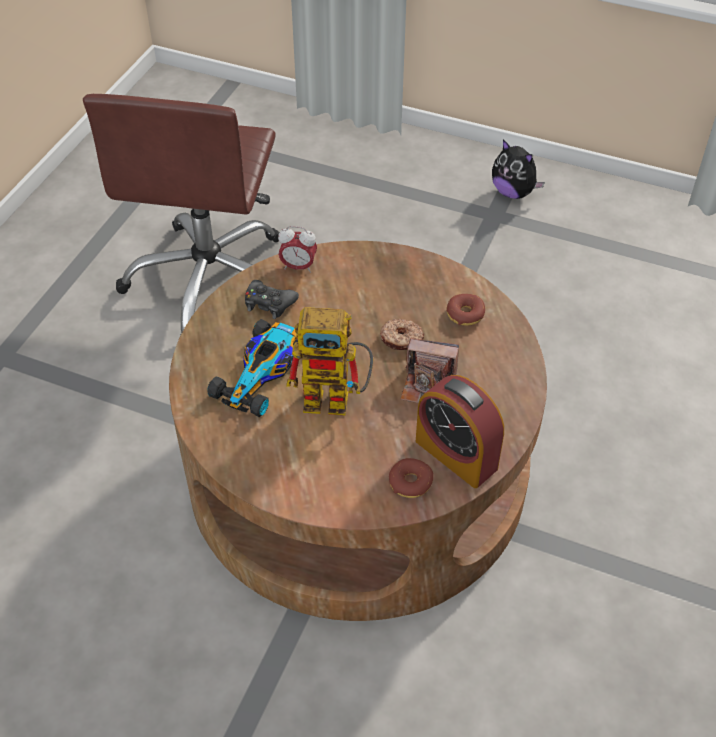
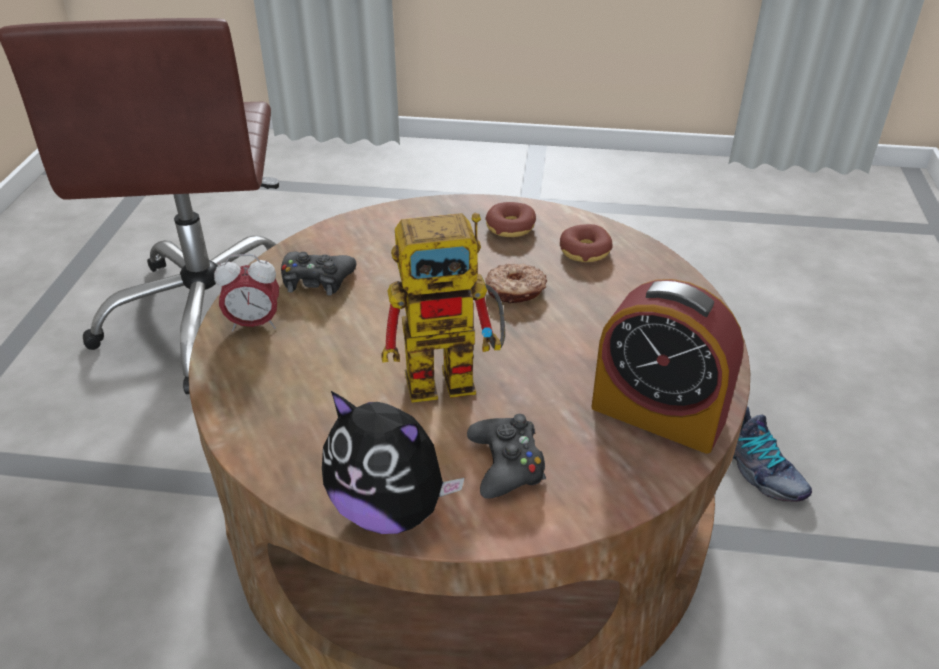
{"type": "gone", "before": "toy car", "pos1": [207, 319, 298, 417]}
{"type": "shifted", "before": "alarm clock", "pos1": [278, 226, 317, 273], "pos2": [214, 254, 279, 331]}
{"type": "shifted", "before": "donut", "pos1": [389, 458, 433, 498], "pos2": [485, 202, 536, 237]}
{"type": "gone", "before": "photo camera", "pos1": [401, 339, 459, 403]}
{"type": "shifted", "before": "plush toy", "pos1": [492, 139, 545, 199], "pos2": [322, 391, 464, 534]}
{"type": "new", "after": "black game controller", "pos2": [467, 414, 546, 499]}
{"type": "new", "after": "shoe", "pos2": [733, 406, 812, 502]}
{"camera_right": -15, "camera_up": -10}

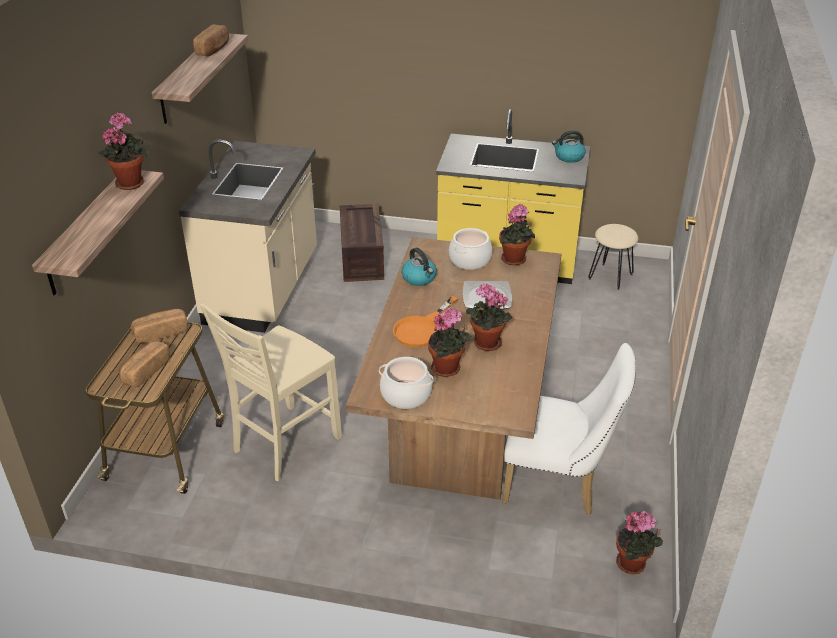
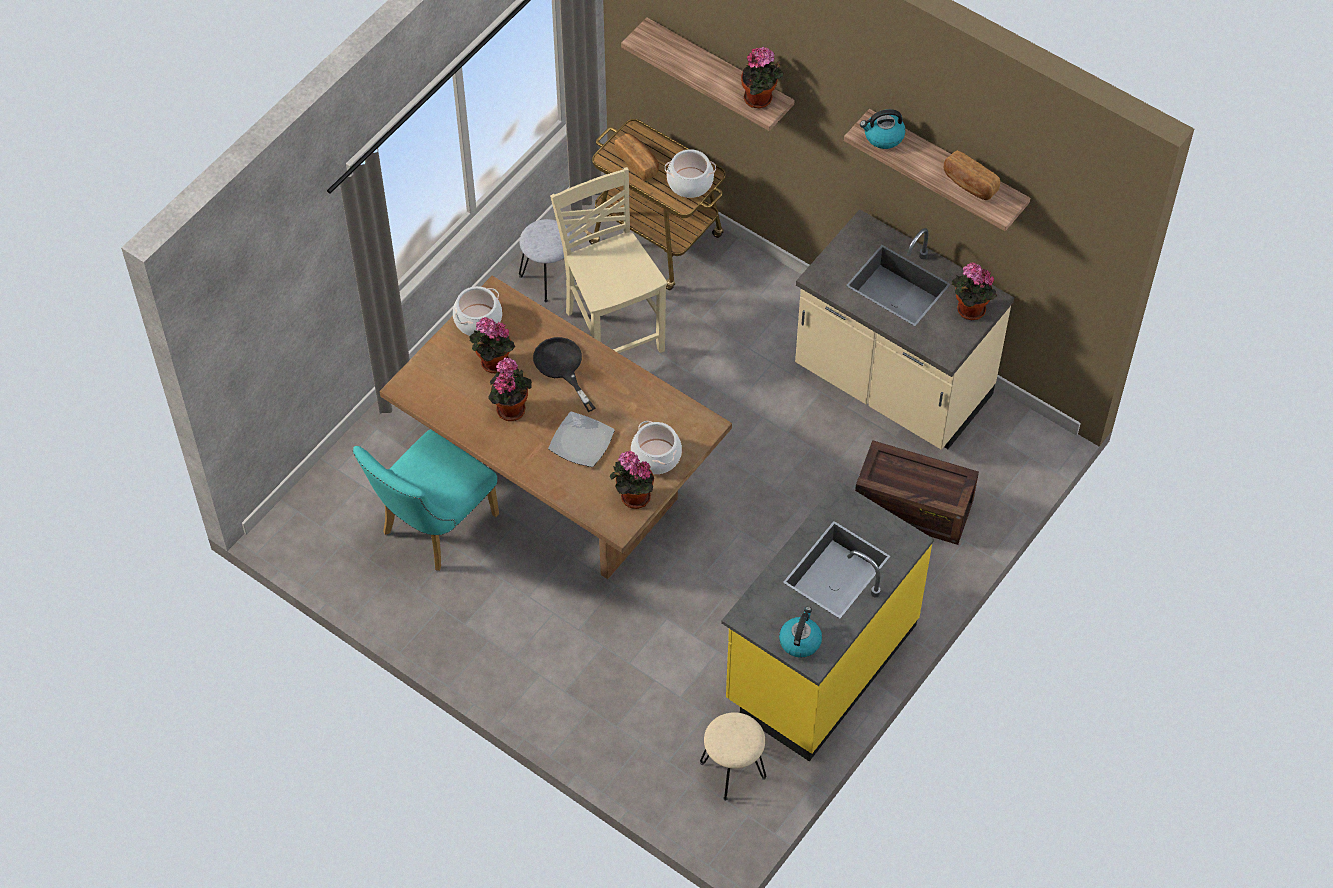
{"type": "swapped", "before": "bread", "after": "cooking pot", "pos1": [131, 309, 188, 343], "pos2": [665, 149, 716, 198]}
{"type": "repainted", "before": "orange frying pan", "after": "black frying pan", "pos1": [393, 296, 458, 347], "pos2": [533, 337, 595, 412]}
{"type": "shifted", "before": "kettle", "pos1": [401, 248, 437, 286], "pos2": [860, 109, 905, 149]}
{"type": "repainted", "before": "white chair", "after": "turquoise chair", "pos1": [502, 343, 636, 515], "pos2": [353, 429, 499, 571]}
{"type": "shifted", "before": "potted plant", "pos1": [616, 511, 663, 574], "pos2": [952, 263, 997, 320]}
{"type": "new", "after": "grey stool", "pos2": [519, 219, 576, 302]}
{"camera_right": 115, "camera_up": 20}

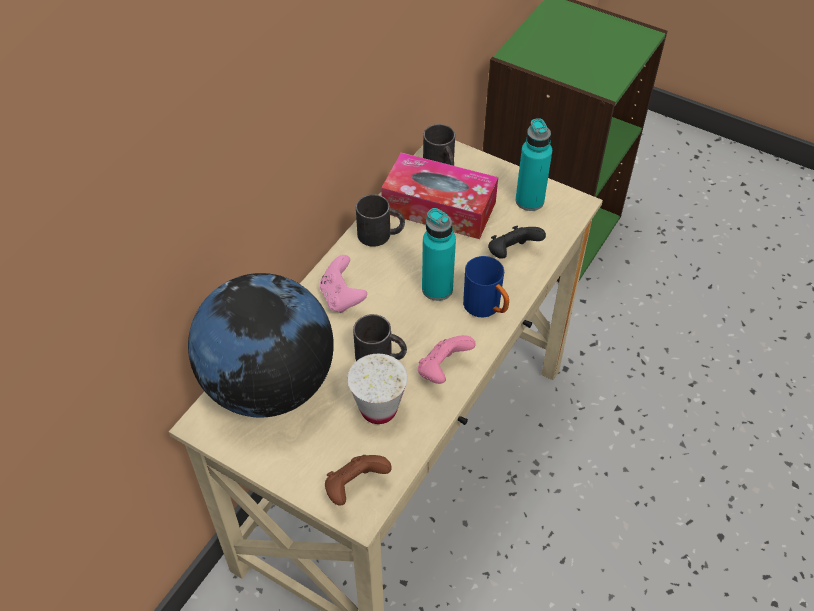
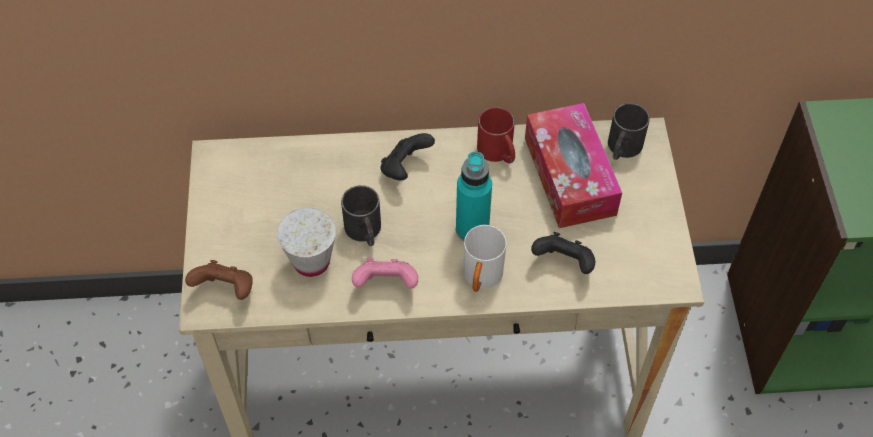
{"type": "gone", "before": "globe", "pos1": [188, 273, 334, 417]}
{"type": "repainted", "before": "pink game controller", "after": "black game controller", "pos1": [320, 255, 367, 313], "pos2": [381, 133, 435, 181]}
{"type": "repainted", "before": "black mug", "after": "red mug", "pos1": [356, 194, 405, 247], "pos2": [477, 107, 515, 163]}
{"type": "repainted", "before": "blue mug", "after": "white mug", "pos1": [463, 256, 509, 318], "pos2": [463, 225, 507, 292]}
{"type": "gone", "before": "turquoise bottle", "pos1": [515, 118, 552, 211]}
{"camera_right": 55, "camera_up": 5}

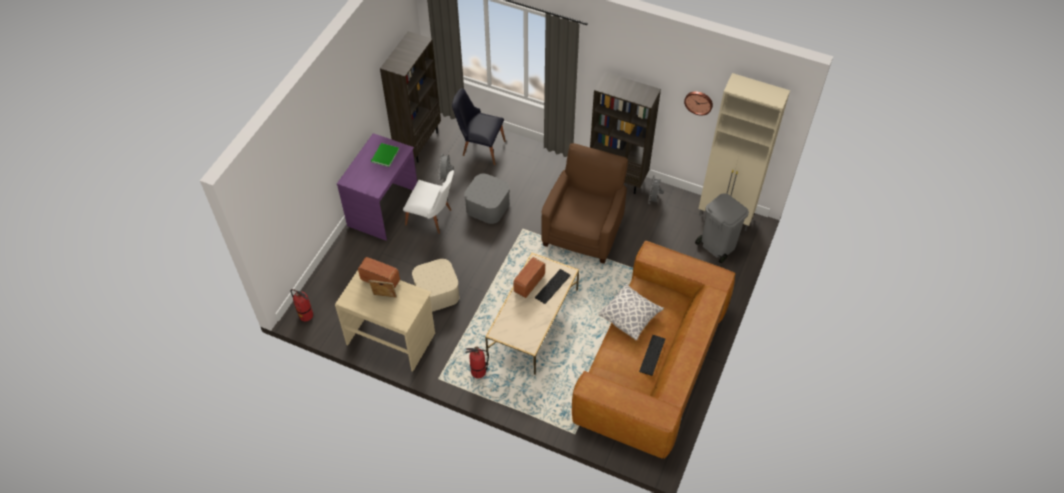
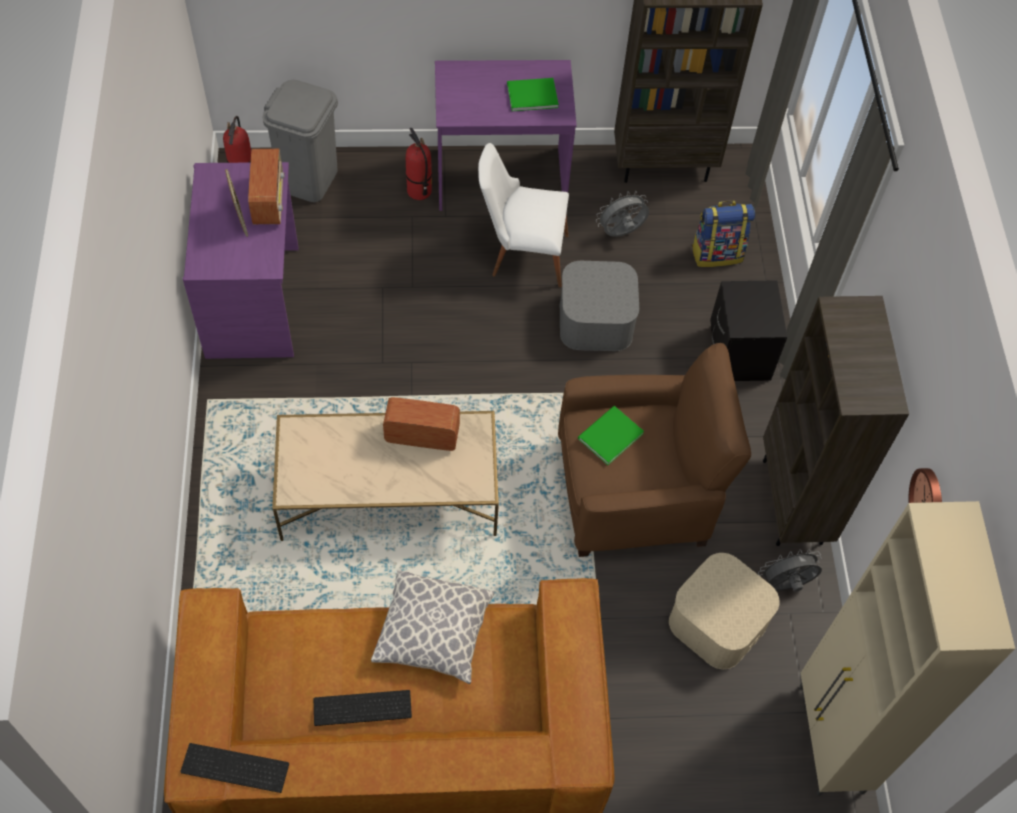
{"type": "repainted", "before": "beige desk", "after": "purple desk", "pos1": [335, 270, 435, 372], "pos2": [183, 162, 299, 359]}
{"type": "rotated", "before": "white chair", "pos1": [403, 170, 454, 234], "pos2": [478, 143, 569, 287], "turn": 105}
{"type": "shifted", "before": "beige storage box", "pos1": [412, 259, 459, 312], "pos2": [669, 553, 780, 669]}
{"type": "swapped", "before": "black chair", "after": "backpack", "pos1": [452, 88, 506, 165], "pos2": [692, 200, 755, 267]}
{"type": "shifted", "before": "fire extinguisher", "pos1": [466, 346, 489, 378], "pos2": [406, 128, 432, 200]}
{"type": "shifted", "before": "keyboard", "pos1": [535, 269, 571, 304], "pos2": [180, 743, 289, 793]}
{"type": "shifted", "before": "grey trash can", "pos1": [695, 193, 749, 263], "pos2": [262, 80, 338, 202]}
{"type": "new", "after": "green book", "pos2": [578, 406, 644, 465]}
{"type": "new", "after": "black nightstand", "pos2": [710, 280, 787, 381]}
{"camera_right": 60, "camera_up": 5}

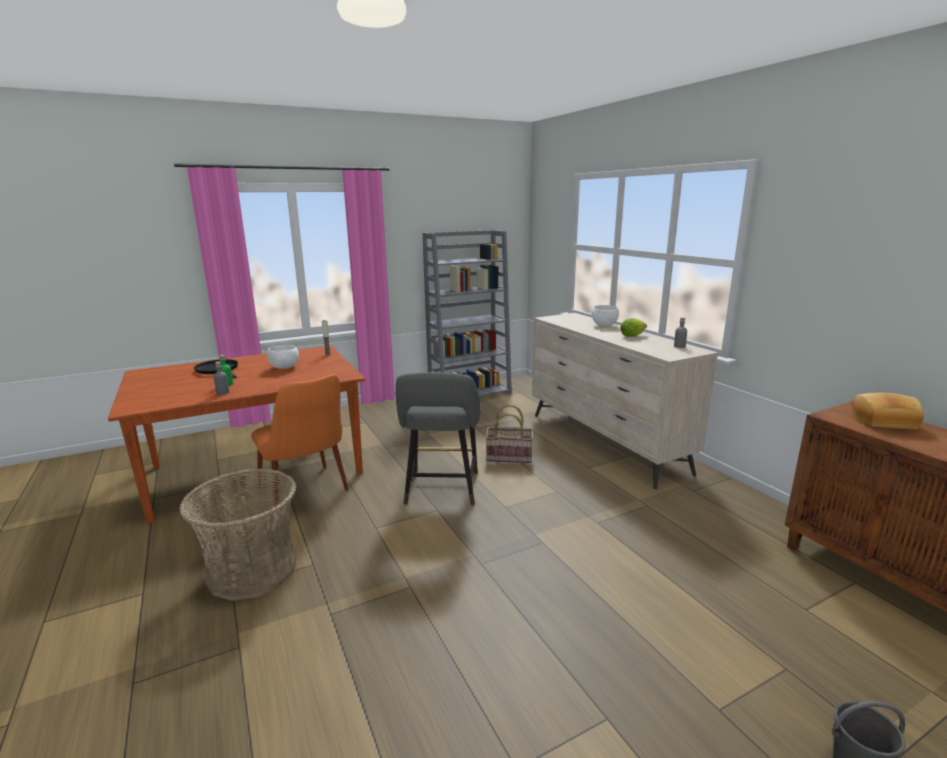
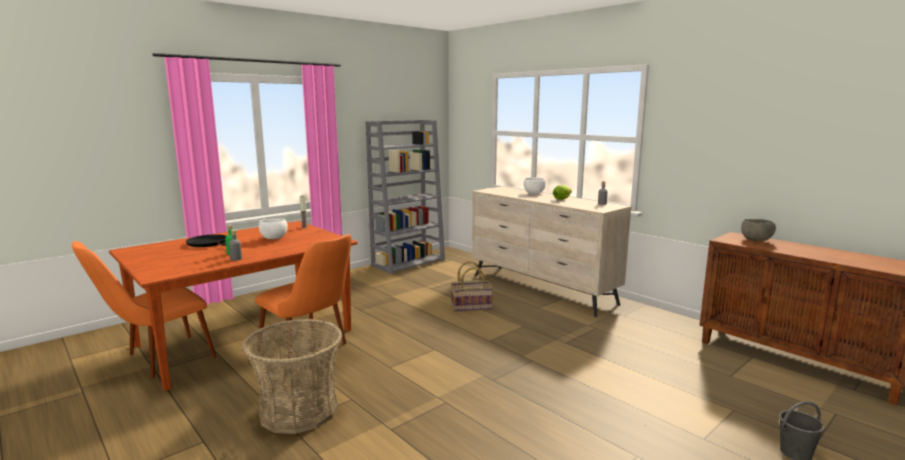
{"type": "gone", "before": "grey stool", "pos1": [395, 372, 481, 506]}
{"type": "swapped", "before": "bread", "after": "grey bowl", "pos1": [852, 393, 924, 430], "pos2": [741, 219, 776, 241]}
{"type": "new", "after": "orange chair", "pos2": [72, 241, 216, 379]}
{"camera_right": -15, "camera_up": -5}

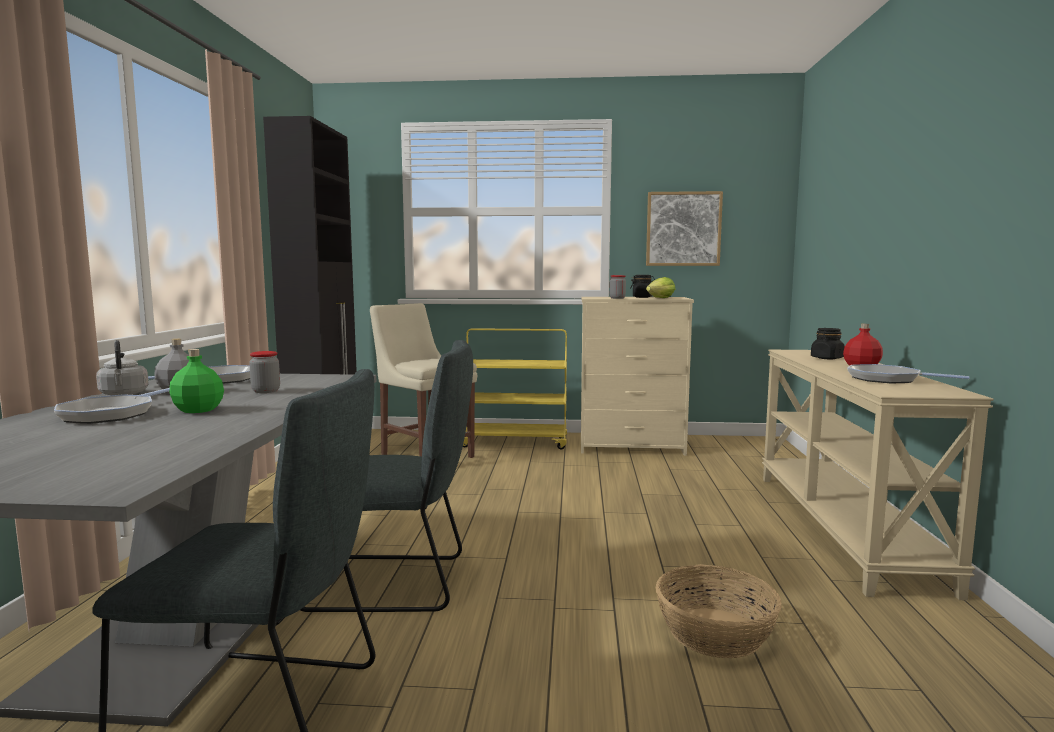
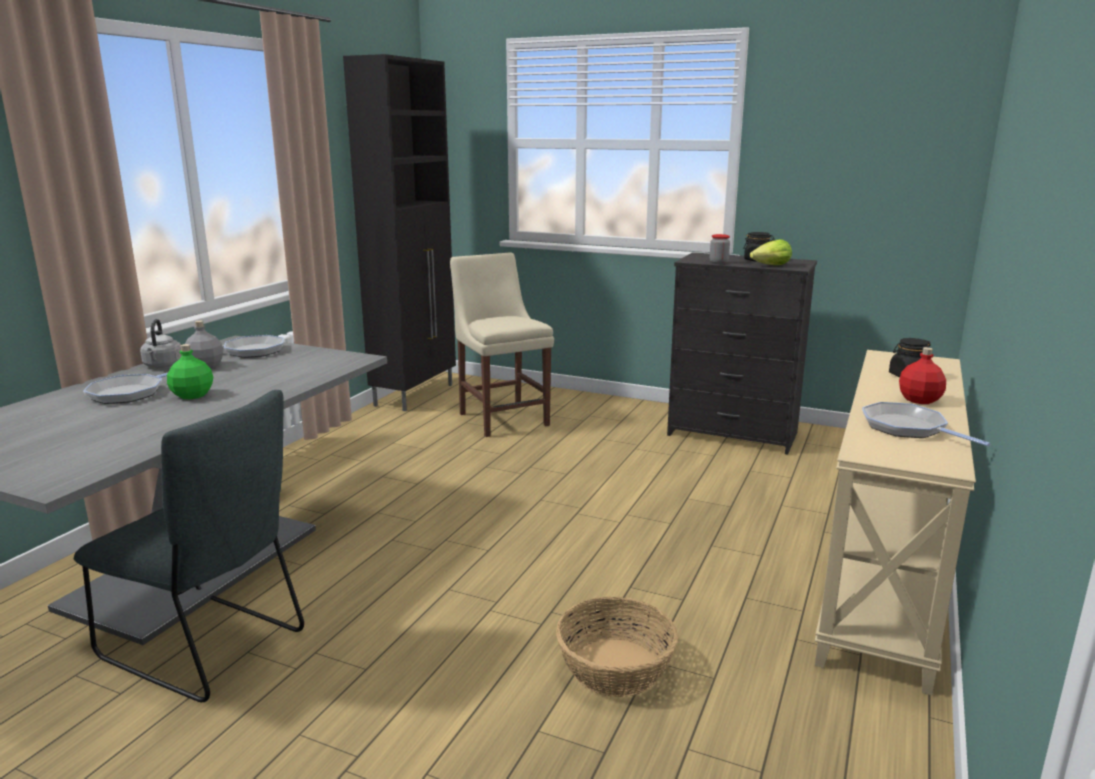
{"type": "gone", "before": "jar", "pos1": [249, 351, 280, 393]}
{"type": "gone", "before": "grey chair", "pos1": [300, 340, 473, 612]}
{"type": "gone", "before": "yellow cart", "pos1": [463, 328, 567, 449]}
{"type": "repainted", "before": "beige dresser", "after": "black dresser", "pos1": [581, 297, 694, 456], "pos2": [667, 252, 817, 455]}
{"type": "gone", "before": "picture", "pos1": [646, 191, 723, 266]}
{"camera_right": 20, "camera_up": 10}

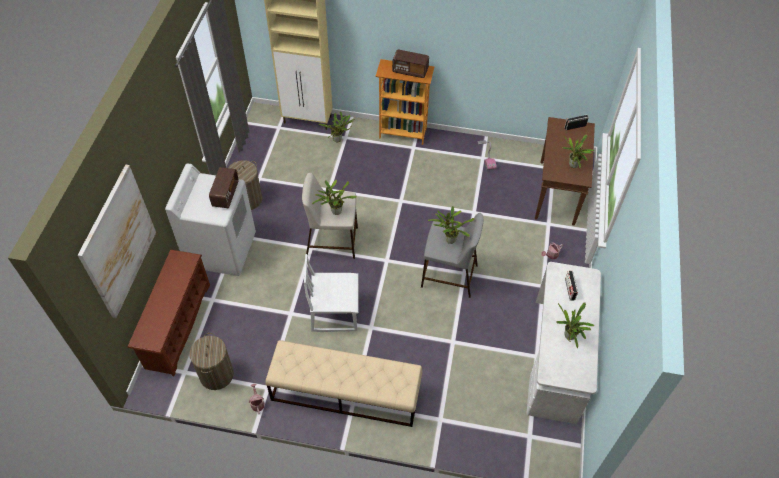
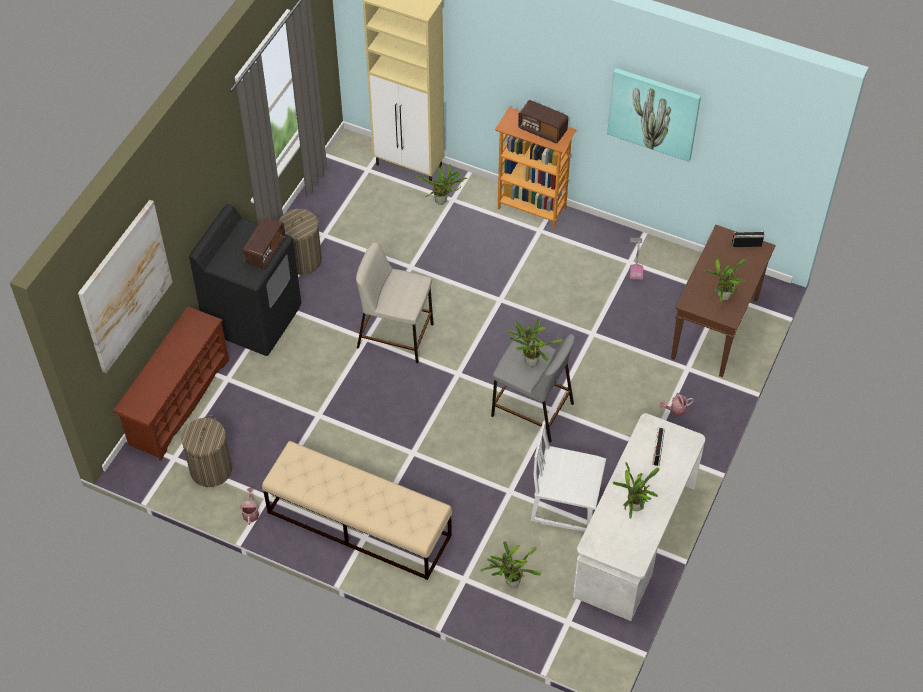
{"type": "repainted", "before": "white washing machine", "after": "black washing machine", "pos1": [165, 163, 256, 276], "pos2": [189, 204, 301, 356]}
{"type": "shifted", "before": "white chair", "pos1": [304, 254, 359, 332], "pos2": [531, 421, 606, 532]}
{"type": "shifted", "before": "potted plant", "pos1": [312, 180, 357, 215], "pos2": [480, 541, 541, 588]}
{"type": "new", "after": "picture", "pos2": [607, 68, 701, 162]}
{"camera_right": 15, "camera_up": 0}

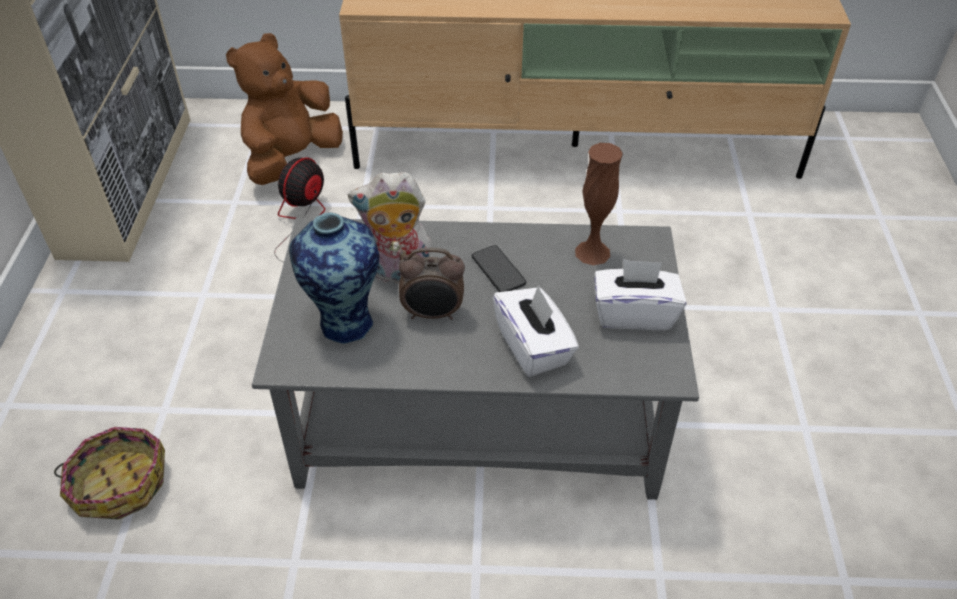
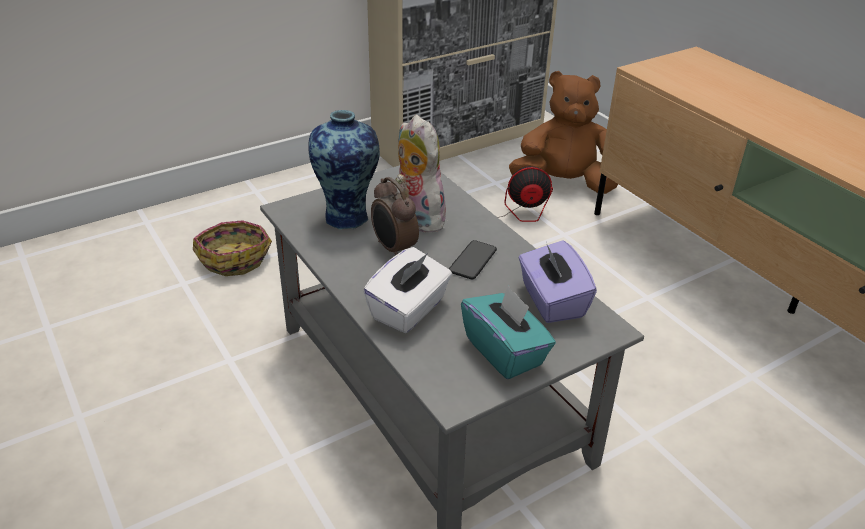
{"type": "swapped", "before": "brown vase", "after": "purple tissue box", "pos1": [575, 143, 623, 265], "pos2": [519, 240, 597, 323]}
{"type": "repainted", "before": "white tissue box", "after": "turquoise tissue box", "pos1": [594, 259, 686, 330], "pos2": [461, 285, 556, 379]}
{"camera_right": 55, "camera_up": -10}

